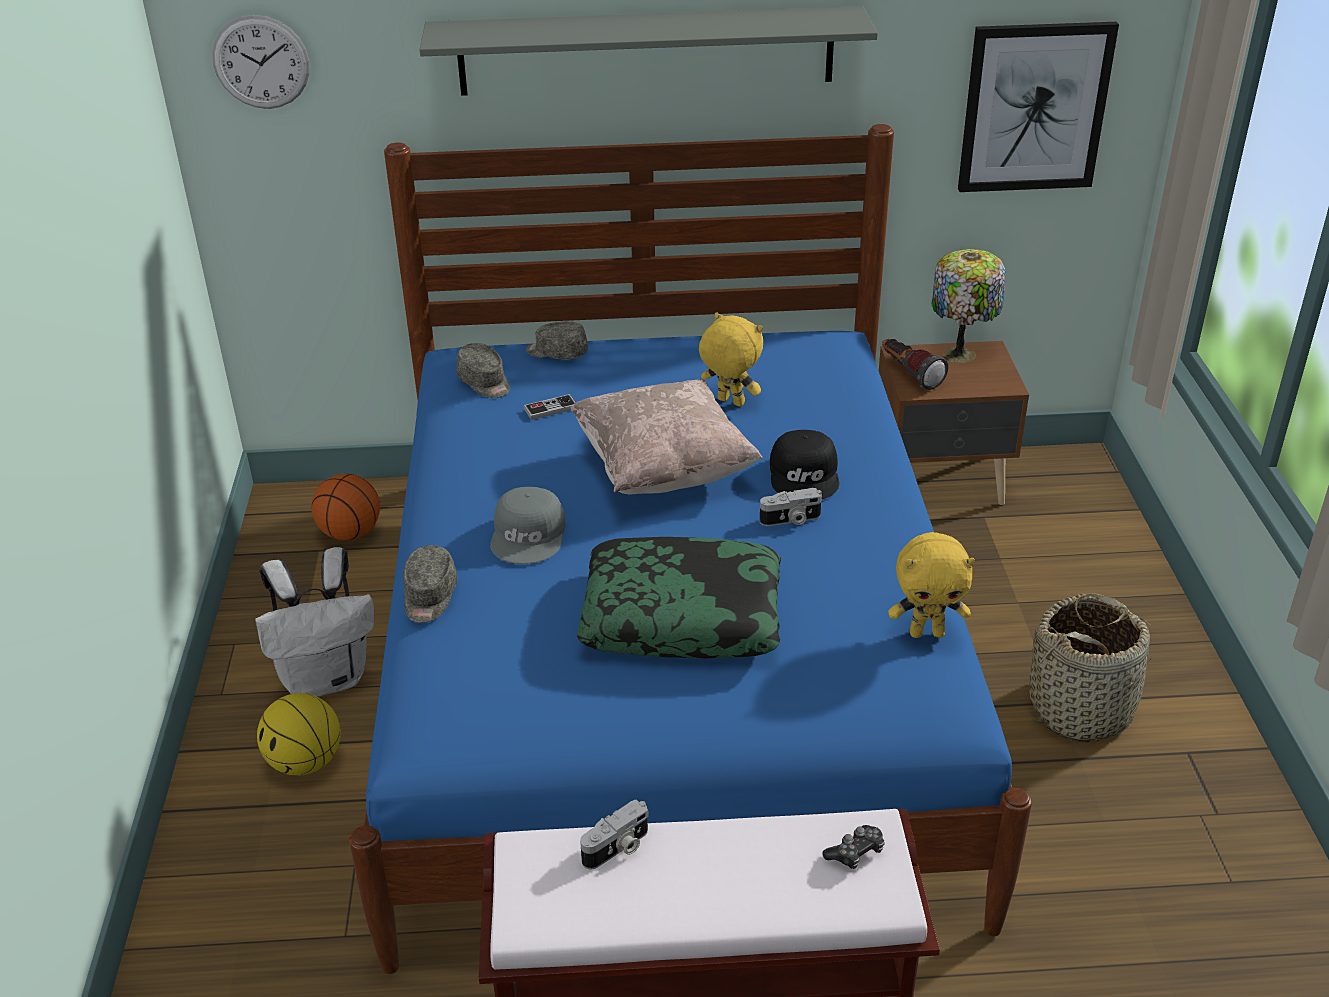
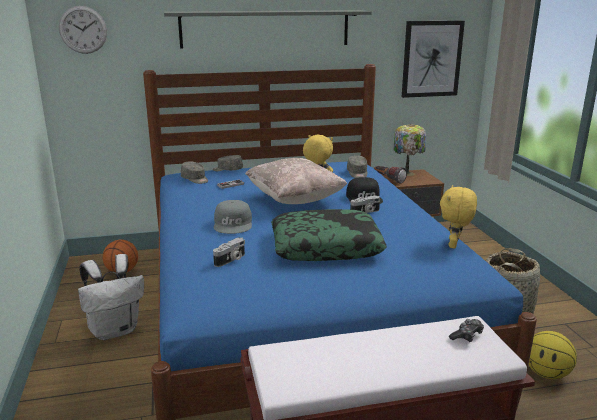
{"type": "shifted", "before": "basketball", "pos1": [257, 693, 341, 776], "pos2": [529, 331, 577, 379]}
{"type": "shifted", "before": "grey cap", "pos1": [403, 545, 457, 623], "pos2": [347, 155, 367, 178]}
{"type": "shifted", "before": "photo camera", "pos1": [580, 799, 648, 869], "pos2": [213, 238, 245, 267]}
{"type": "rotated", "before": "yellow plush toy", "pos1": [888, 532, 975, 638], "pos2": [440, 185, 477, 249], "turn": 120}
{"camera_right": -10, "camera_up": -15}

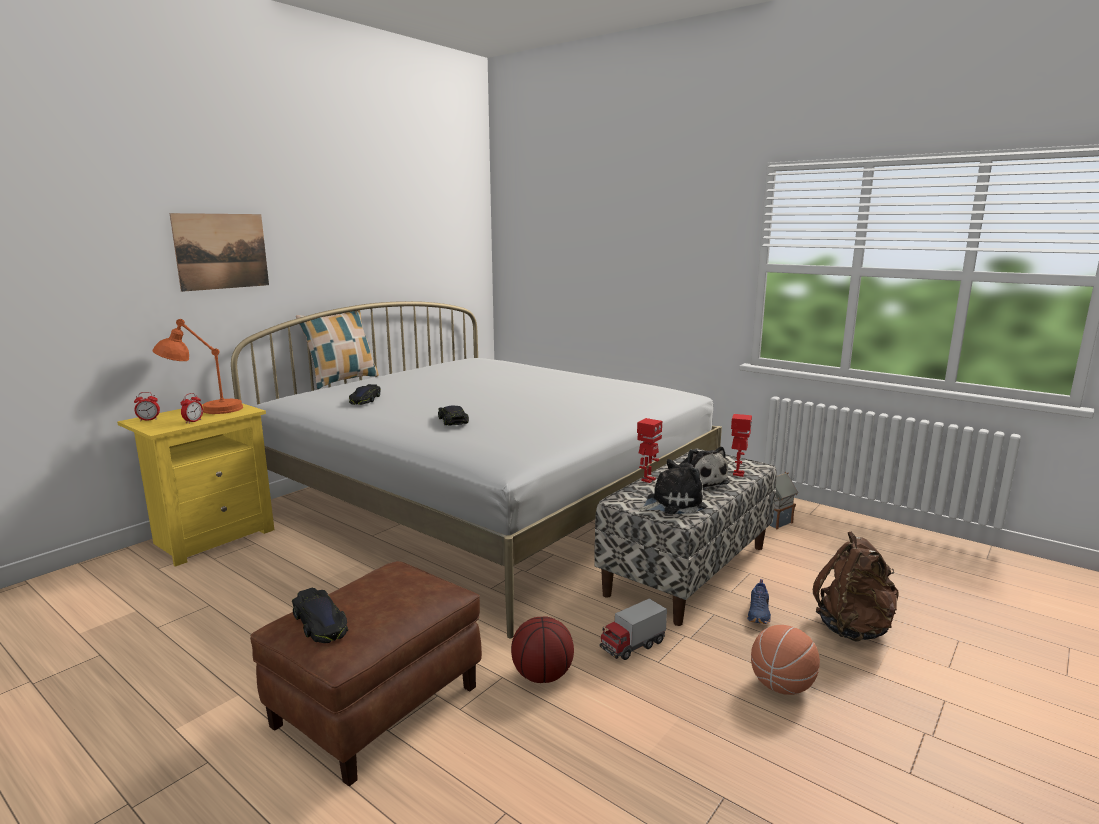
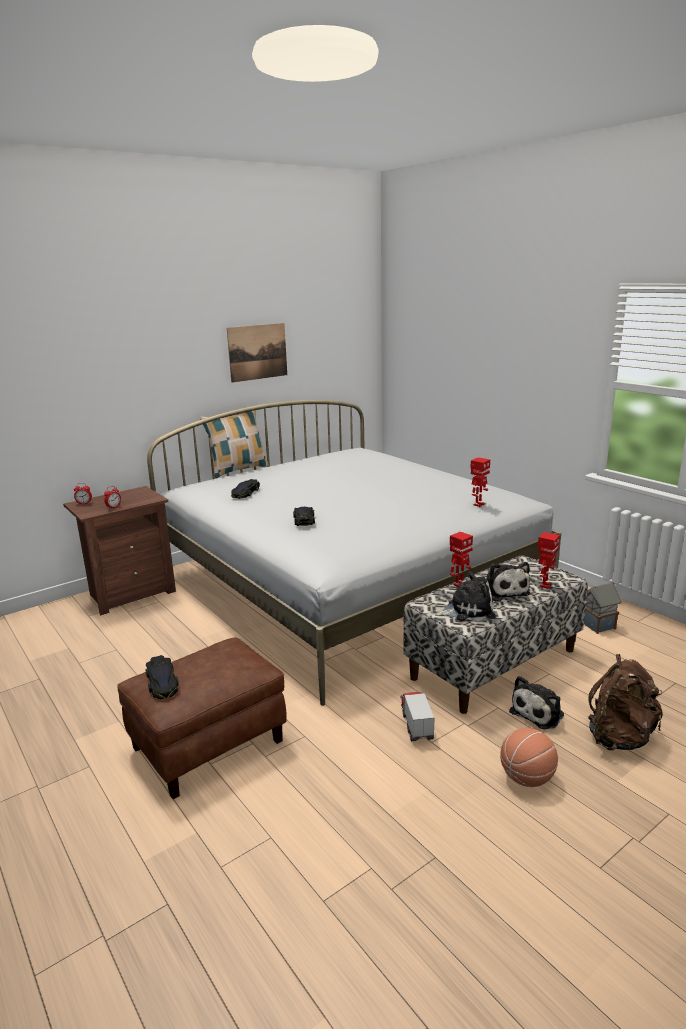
{"type": "repainted", "before": "yellow nightstand", "after": "brown nightstand", "pos1": [117, 403, 274, 567], "pos2": [63, 486, 176, 615]}
{"type": "gone", "before": "orange table lamp", "pos1": [152, 319, 243, 414]}
{"type": "shifted", "before": "picture", "pos1": [170, 213, 269, 292], "pos2": [227, 323, 287, 383]}
{"type": "gone", "before": "basketball", "pos1": [511, 616, 574, 683]}
{"type": "rotated", "before": "toy truck", "pos1": [600, 598, 667, 660], "pos2": [401, 692, 434, 742], "turn": 105}
{"type": "swapped", "before": "blue shoe", "after": "plush toy", "pos1": [747, 579, 771, 624], "pos2": [509, 676, 564, 729]}
{"type": "new", "after": "toy robot", "pos2": [470, 457, 490, 507]}
{"camera_right": 15, "camera_up": 5}

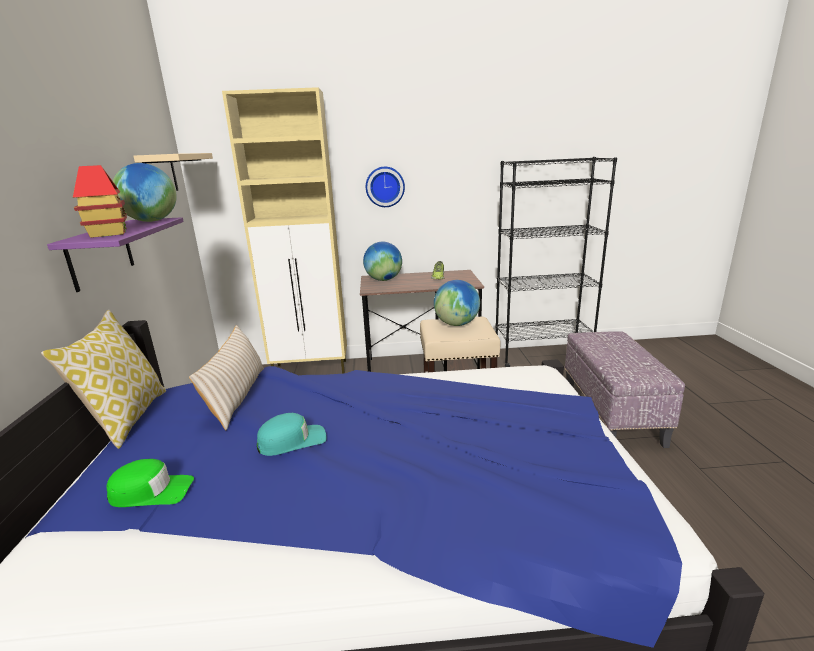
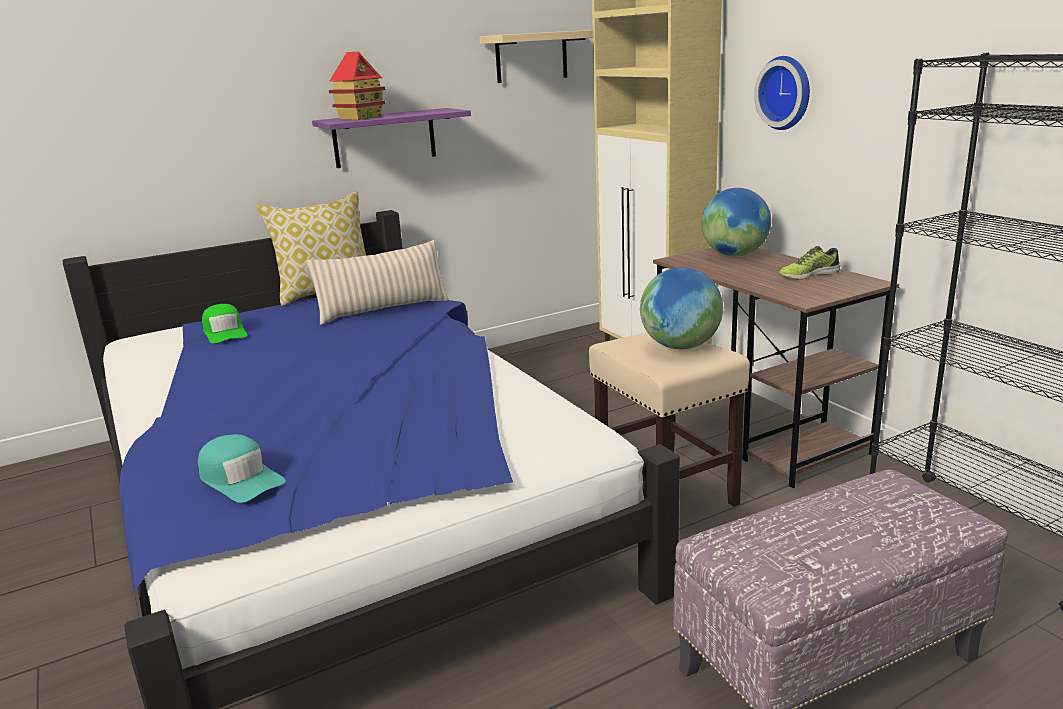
{"type": "gone", "before": "globe", "pos1": [113, 163, 177, 222]}
{"type": "shifted", "before": "turquoise cap", "pos1": [257, 413, 327, 456], "pos2": [198, 434, 286, 503]}
{"camera_right": 65, "camera_up": 0}

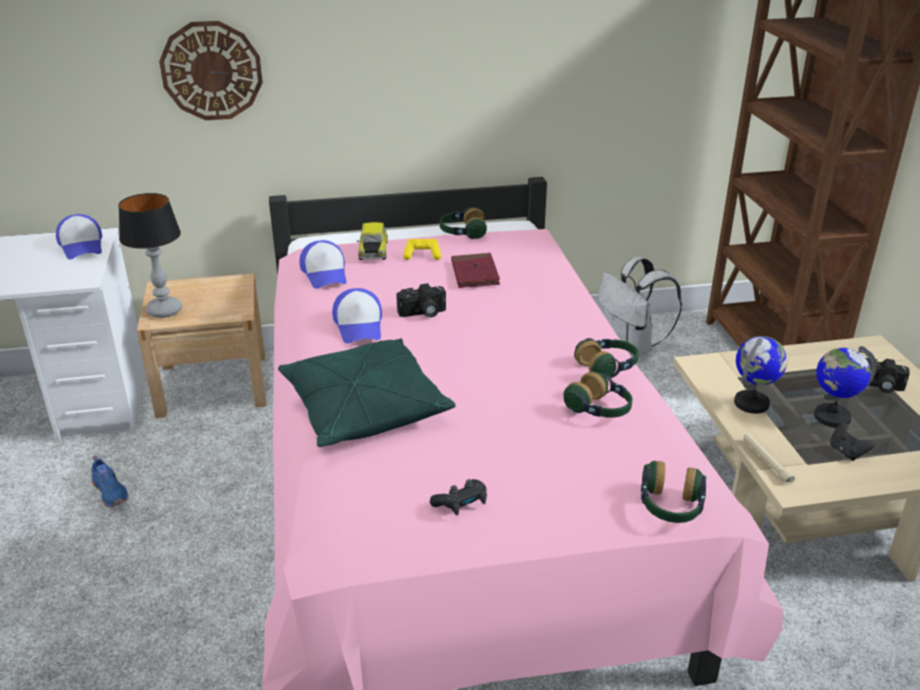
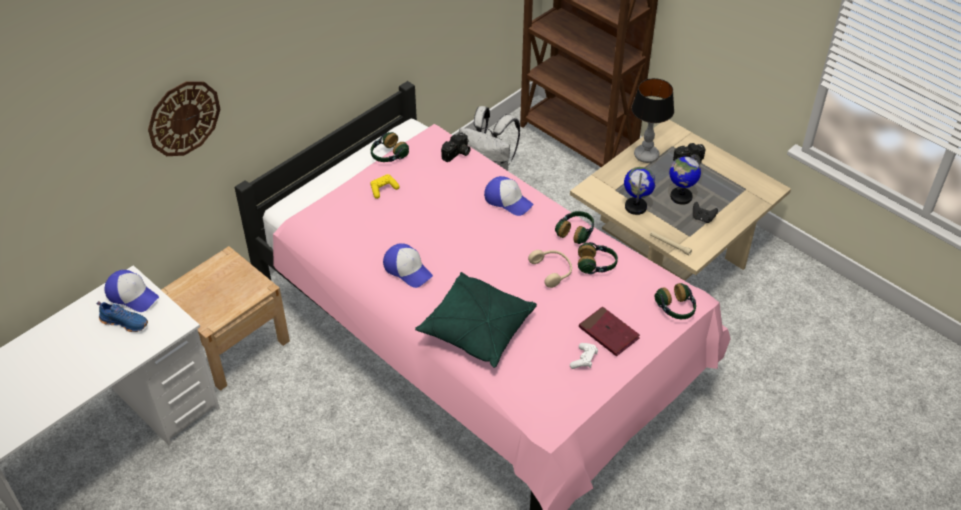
{"type": "shifted", "before": "blue shoe", "pos1": [92, 456, 129, 508], "pos2": [96, 301, 148, 332]}
{"type": "shifted", "before": "table lamp", "pos1": [118, 193, 182, 318], "pos2": [632, 78, 674, 163]}
{"type": "shifted", "before": "cap", "pos1": [299, 240, 347, 289], "pos2": [484, 176, 534, 216]}
{"type": "gone", "before": "toy car", "pos1": [357, 222, 388, 260]}
{"type": "shifted", "before": "photo camera", "pos1": [397, 283, 446, 317], "pos2": [441, 132, 471, 162]}
{"type": "repainted", "before": "black game controller", "after": "white game controller", "pos1": [430, 479, 487, 516], "pos2": [570, 343, 598, 369]}
{"type": "shifted", "before": "red book", "pos1": [451, 253, 500, 288], "pos2": [579, 306, 640, 356]}
{"type": "new", "after": "beige headphones", "pos2": [528, 250, 572, 288]}
{"camera_right": -35, "camera_up": 15}

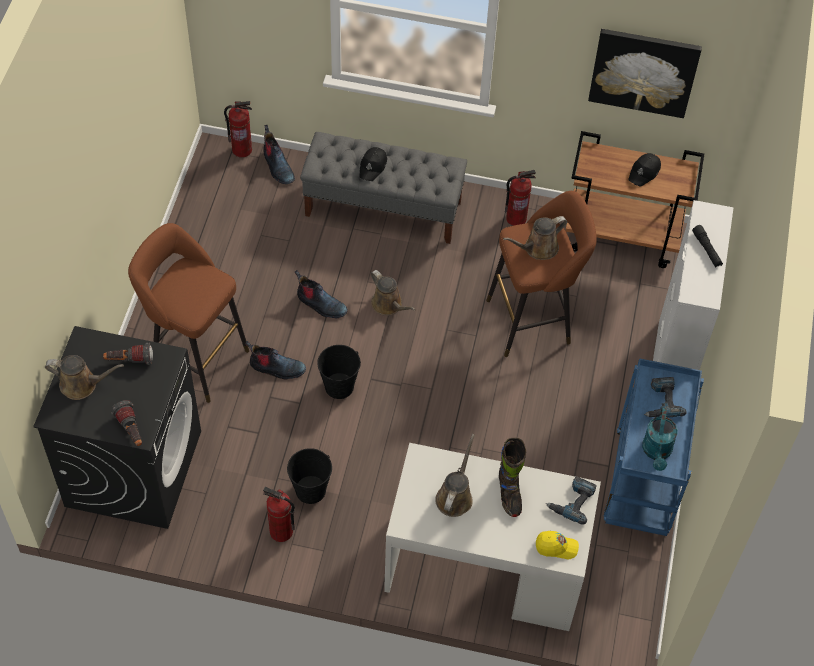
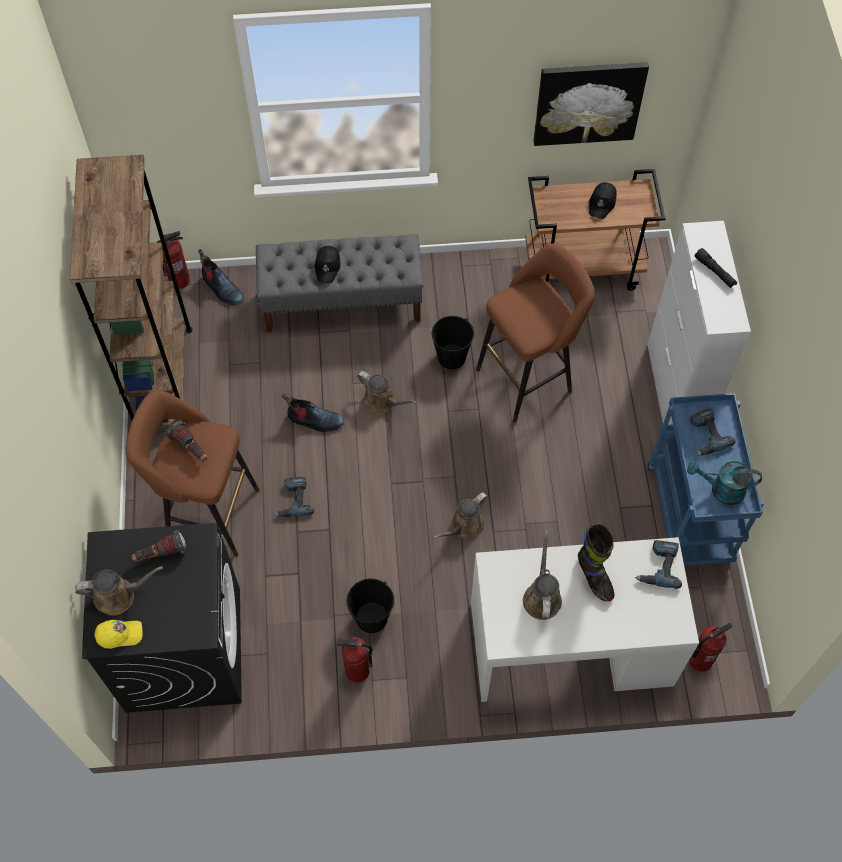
{"type": "shifted", "before": "flashlight", "pos1": [111, 400, 142, 446], "pos2": [166, 420, 207, 461]}
{"type": "swapped", "before": "boot", "after": "power drill", "pos1": [245, 341, 306, 379], "pos2": [274, 477, 314, 517]}
{"type": "shifted", "before": "black bucket", "pos1": [317, 345, 361, 399], "pos2": [432, 316, 474, 369]}
{"type": "shifted", "before": "brown watering can", "pos1": [503, 216, 567, 260], "pos2": [433, 492, 488, 539]}
{"type": "shifted", "before": "fire extinguisher", "pos1": [505, 170, 536, 226], "pos2": [689, 623, 732, 672]}
{"type": "shifted", "before": "yellow cap", "pos1": [536, 531, 579, 560], "pos2": [94, 620, 142, 649]}
{"type": "rotated", "before": "turquoise watering can", "pos1": [642, 408, 678, 471], "pos2": [687, 461, 762, 505], "turn": 105}
{"type": "new", "after": "brown bookcase", "pos2": [69, 155, 192, 428]}
{"camera_right": -15, "camera_up": 5}

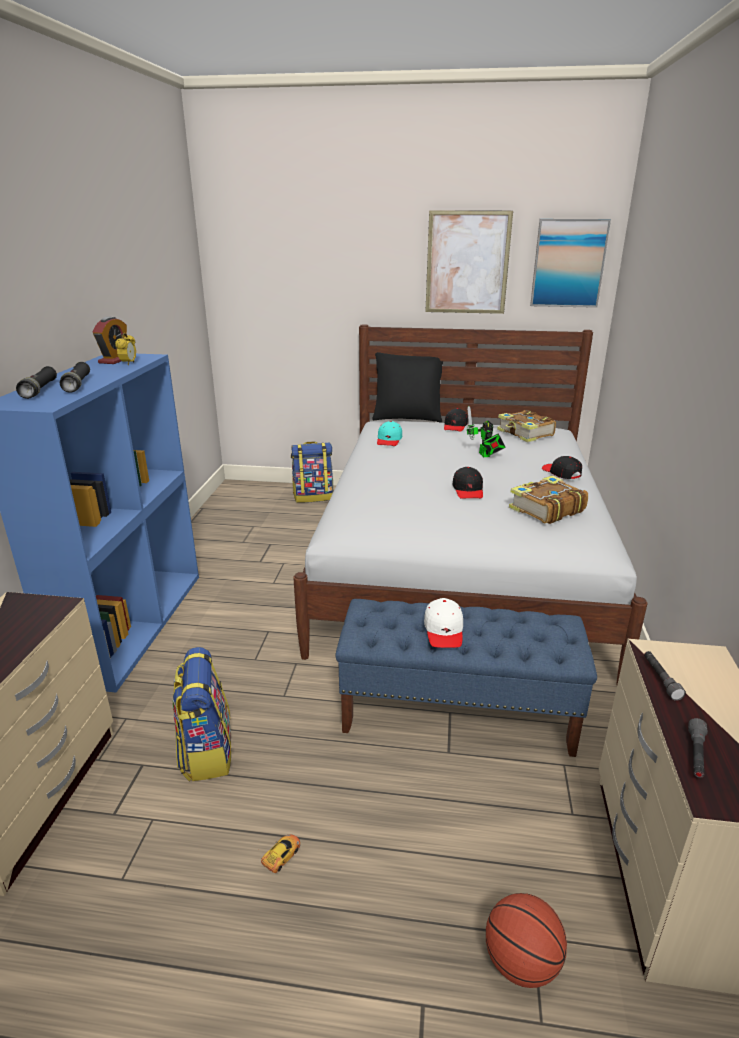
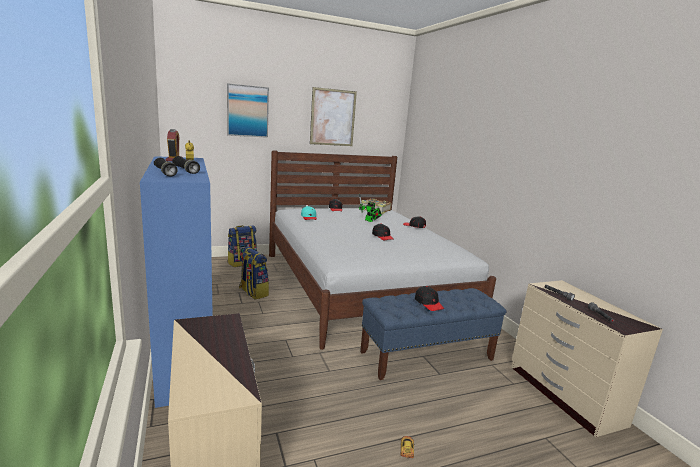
{"type": "shifted", "before": "backpack", "pos1": [172, 647, 231, 782], "pos2": [239, 247, 269, 299]}
{"type": "gone", "before": "black pillow", "pos1": [372, 352, 443, 423]}
{"type": "repainted", "before": "white cap", "after": "black cap", "pos1": [424, 598, 463, 648], "pos2": [415, 286, 444, 311]}
{"type": "gone", "before": "basketball", "pos1": [486, 893, 567, 988]}
{"type": "gone", "before": "book", "pos1": [509, 476, 588, 524]}
{"type": "shifted", "before": "picture", "pos1": [530, 219, 611, 308], "pos2": [227, 83, 269, 138]}
{"camera_right": -30, "camera_up": -10}

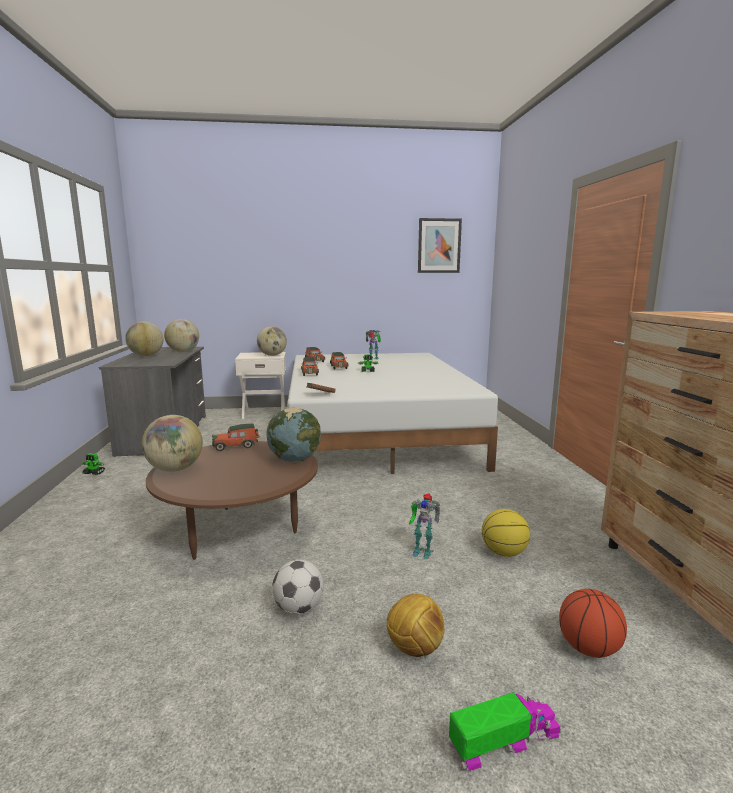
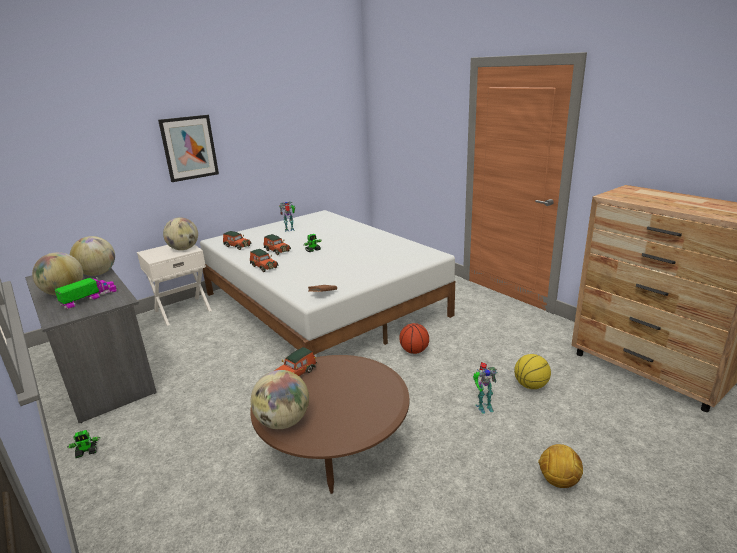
{"type": "gone", "before": "globe", "pos1": [266, 408, 321, 462]}
{"type": "gone", "before": "football", "pos1": [272, 560, 324, 614]}
{"type": "shifted", "before": "picture", "pos1": [418, 218, 462, 273], "pos2": [158, 115, 219, 182]}
{"type": "shifted", "before": "toy truck", "pos1": [449, 692, 561, 771], "pos2": [55, 277, 117, 309]}
{"type": "shifted", "before": "basketball", "pos1": [559, 589, 627, 658], "pos2": [399, 323, 429, 354]}
{"camera_right": -30, "camera_up": 10}

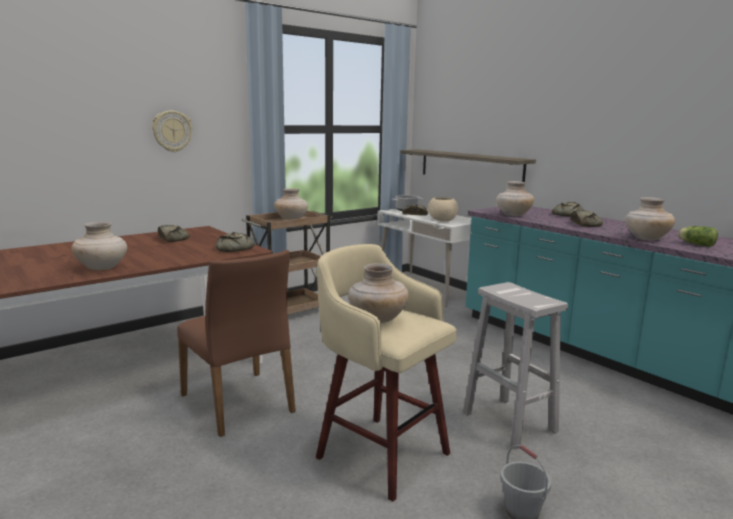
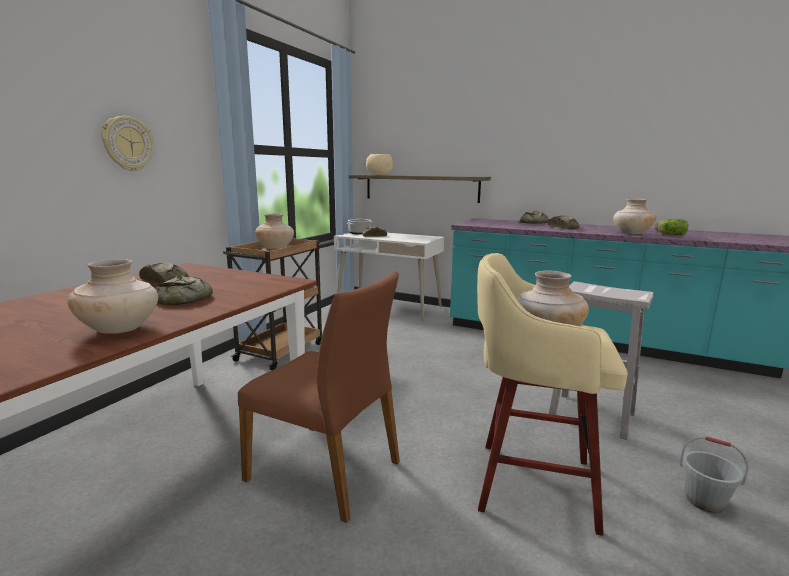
{"type": "shifted", "before": "bread", "pos1": [216, 232, 254, 252], "pos2": [156, 276, 213, 306]}
{"type": "shifted", "before": "beige bowl", "pos1": [428, 197, 458, 221], "pos2": [366, 154, 393, 175]}
{"type": "gone", "before": "beige vase", "pos1": [496, 181, 534, 216]}
{"camera_right": -25, "camera_up": 0}

